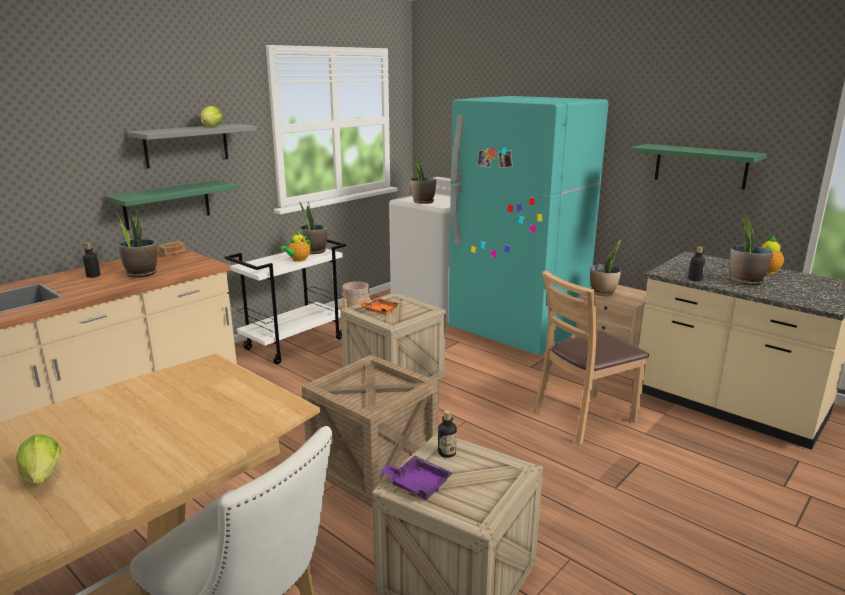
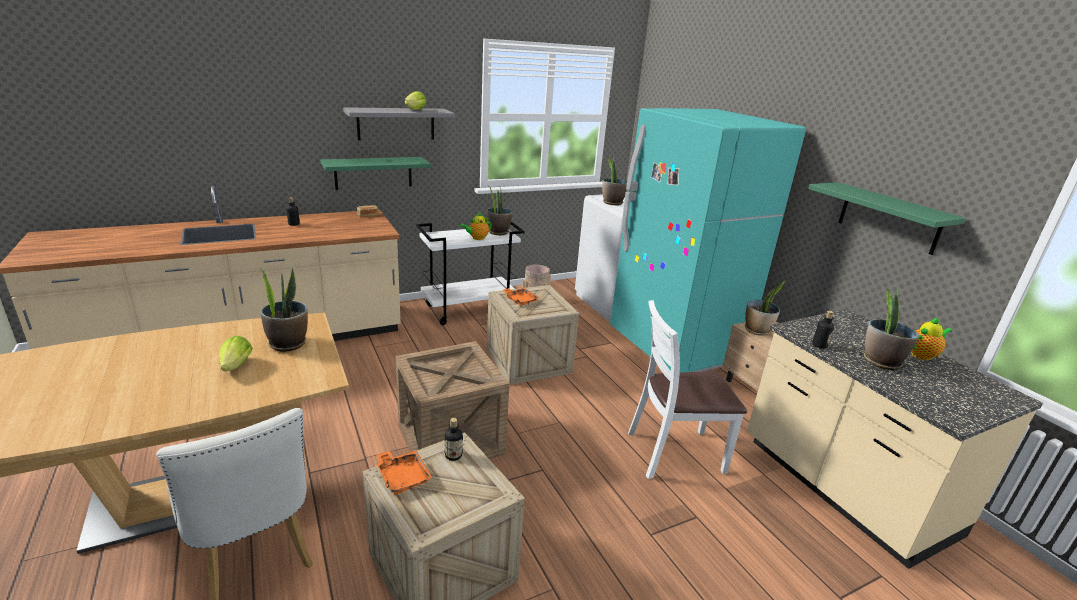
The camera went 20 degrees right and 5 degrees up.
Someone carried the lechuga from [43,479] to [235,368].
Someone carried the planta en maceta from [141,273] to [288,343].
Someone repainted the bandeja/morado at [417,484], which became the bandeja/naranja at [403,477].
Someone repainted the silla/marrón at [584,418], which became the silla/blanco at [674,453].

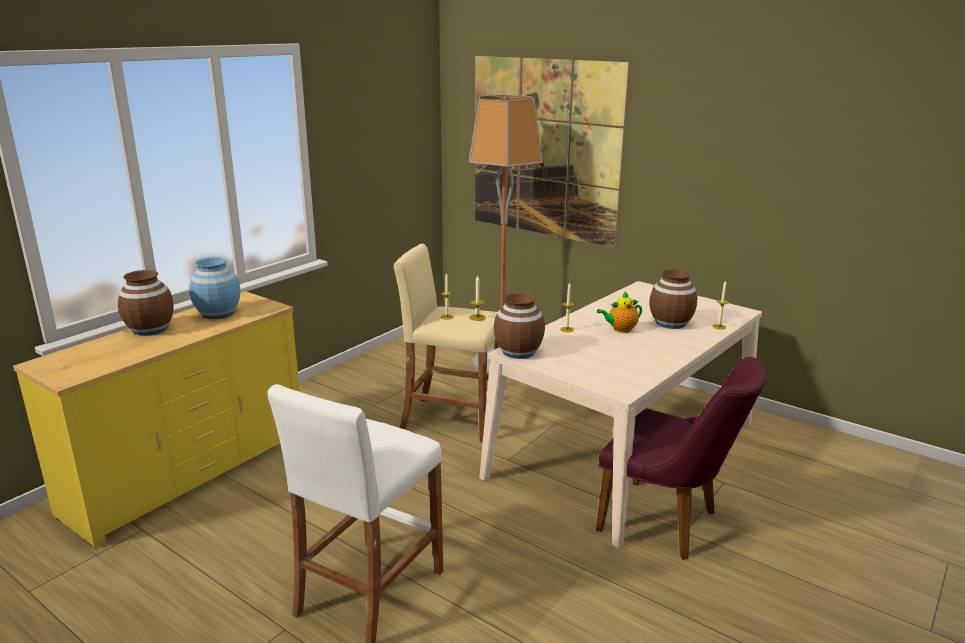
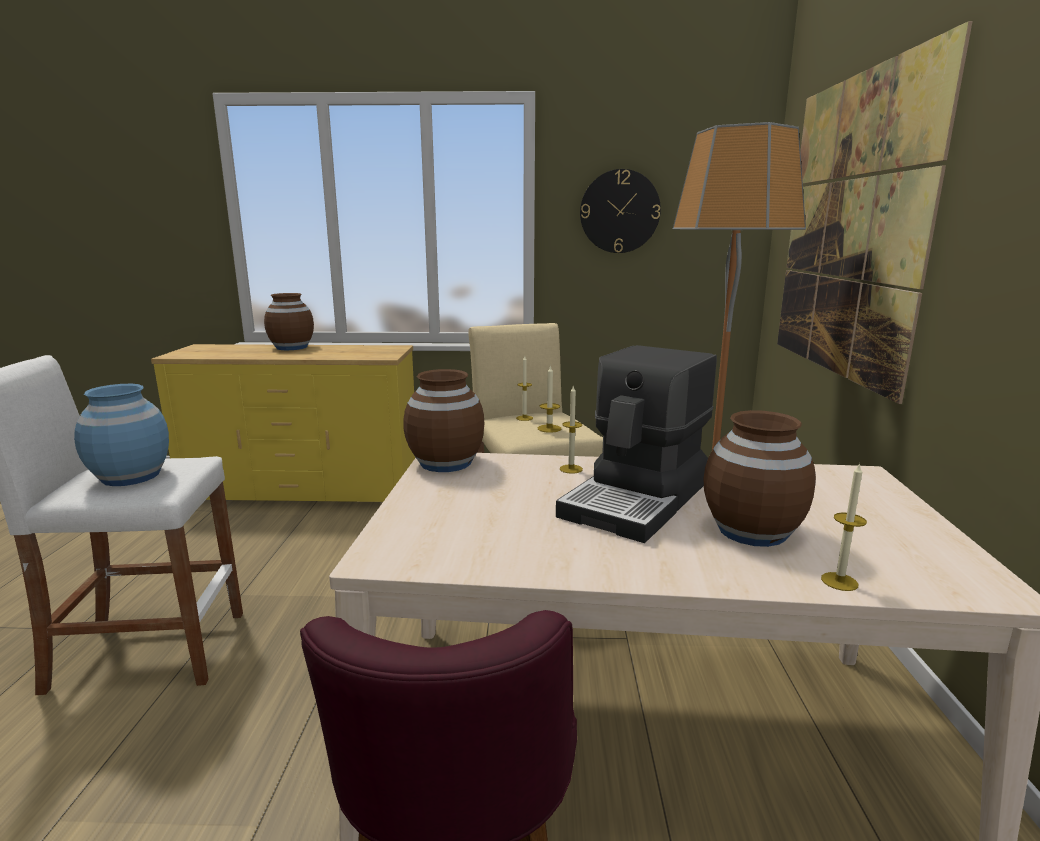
The camera went 55 degrees right and 5 degrees down.
Someone put up the reloj de pared at [619,211].
Someone carried the florero/azul from [218,313] to [131,476].
Someone swapped the tetera at [620,329] for the cafetera at [638,500].

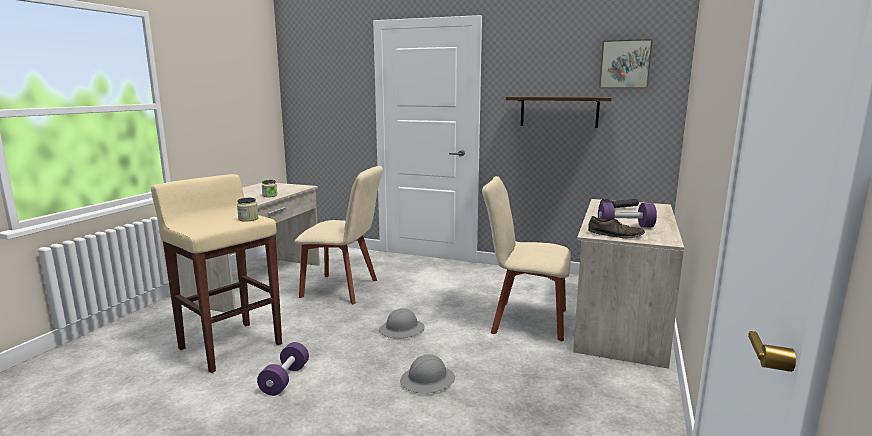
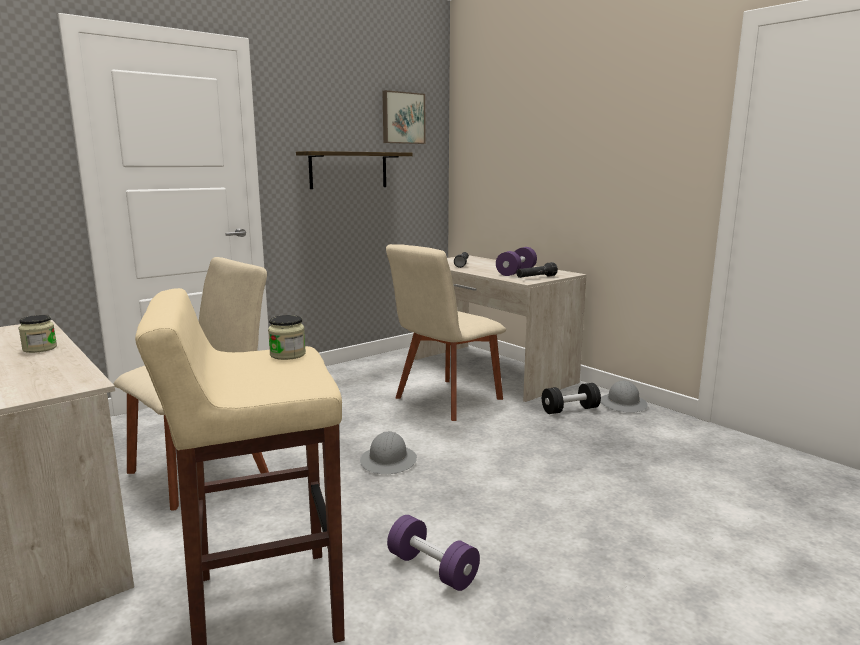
The camera went 60 degrees left and 0 degrees up.
Someone put down the mancuerna/negro at [570,410].
Someone carried the casco/gris from [427,381] to [623,404].
Someone swapped the zapato/marrón at [615,235] for the linterna/negro at [536,278].

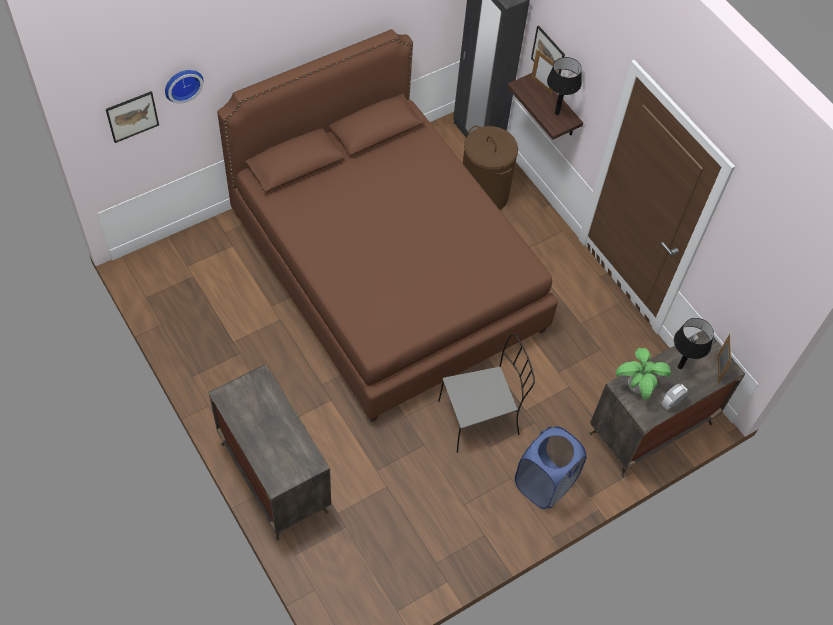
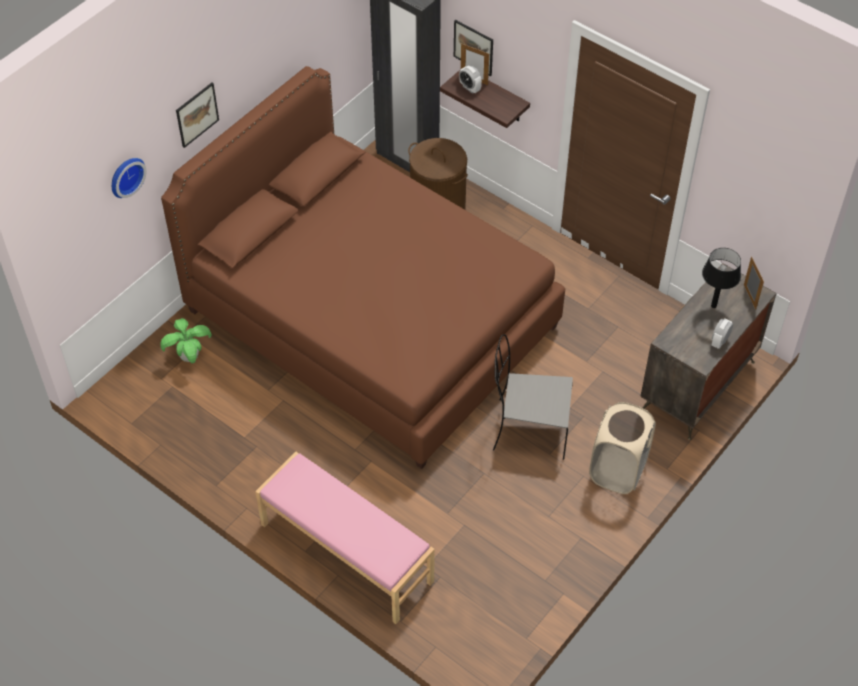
The camera went 15 degrees left and 5 degrees down.
Someone took away the lámpara de mesa/negro at [556,113].
Someone put down the despertador at [470,88].
Someone carried the cuadro from [132,116] to [197,114].
Someone carried the planta en maceta from [636,387] to [189,357].
Someone swapped the cómoda at [274,476] for the banco/rosa at [345,553].
Someone repainted the cesto de la ropa/azul at [544,483], which became the cesto de la ropa/beis at [618,470].
Someone rotated the silla/gris at [480,417] by 135 degrees counterclockwise.

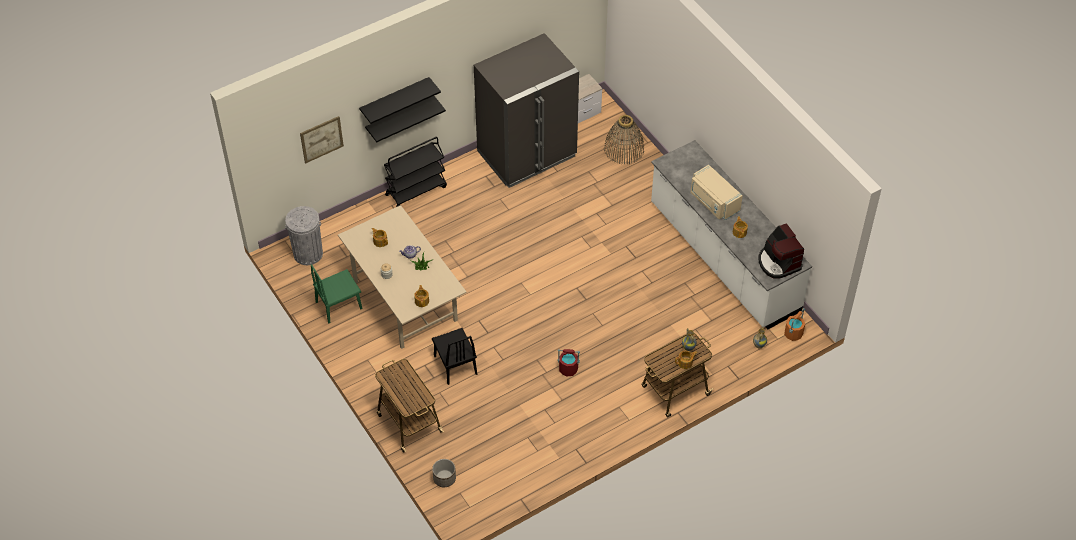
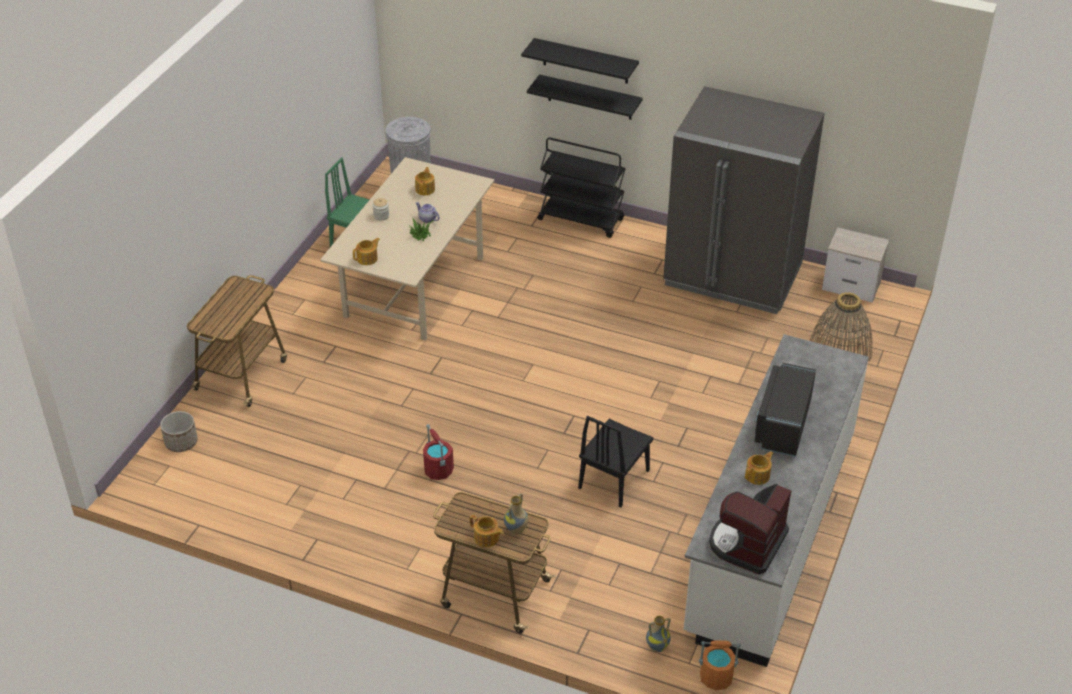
The camera went 55 degrees right and 10 degrees down.
Someone took away the cuadro at [321,139].
Someone carried the silla/negro from [455,365] to [614,479].
Someone repainted the microondas/beis at [713,202], which became the microondas/negro at [781,424].

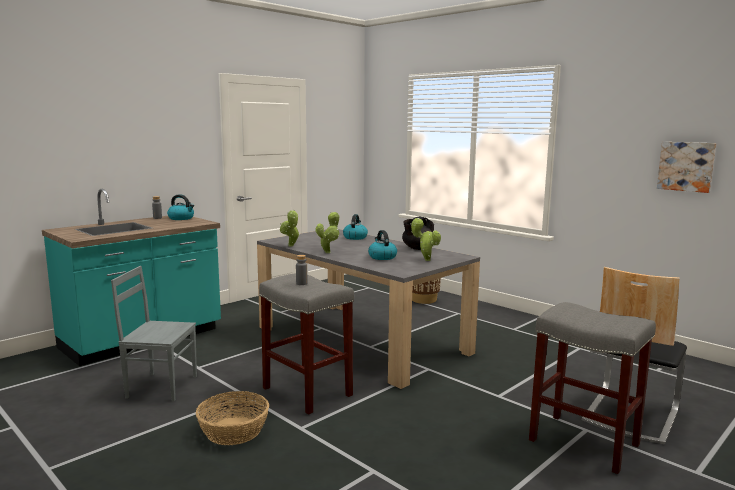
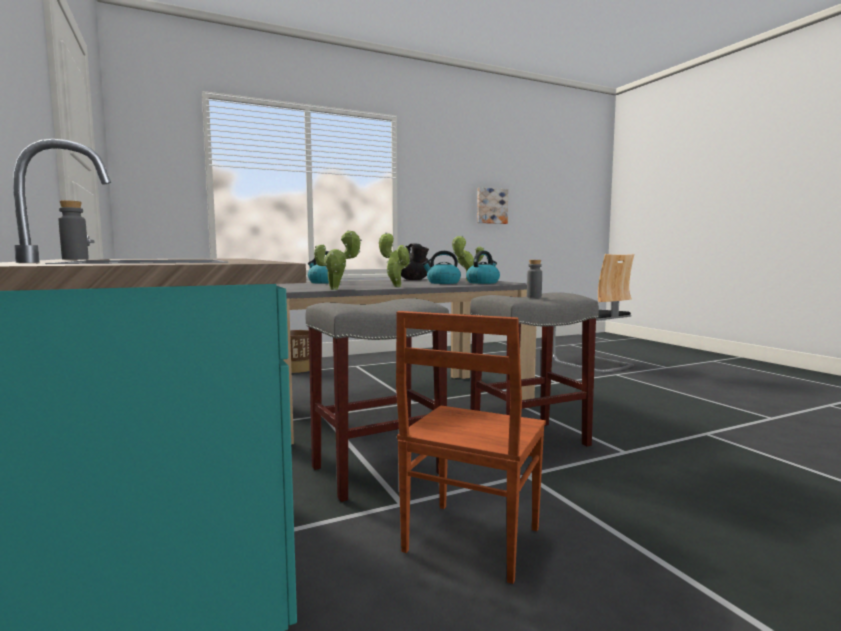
The camera went 70 degrees left and 5 degrees down.
Someone took away the cesta at [233,430].
Someone carried the hervidor from [181,218] to [483,282].
Someone carried the taburete/gris from [582,442] to [376,471].
Someone repainted the silla/gris at [161,386], which became the silla/marrón at [469,540].

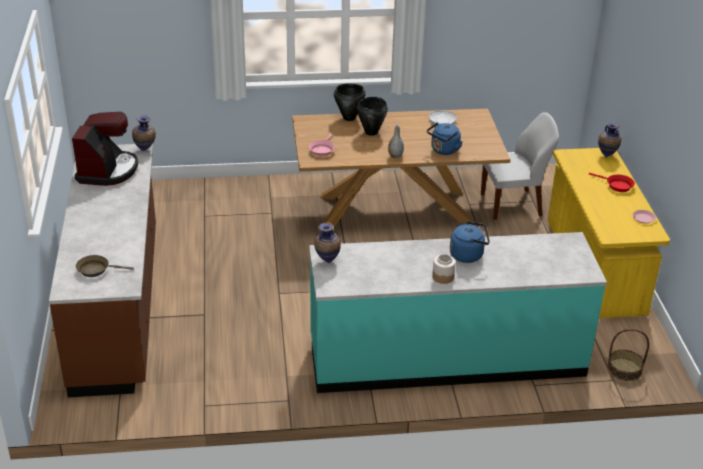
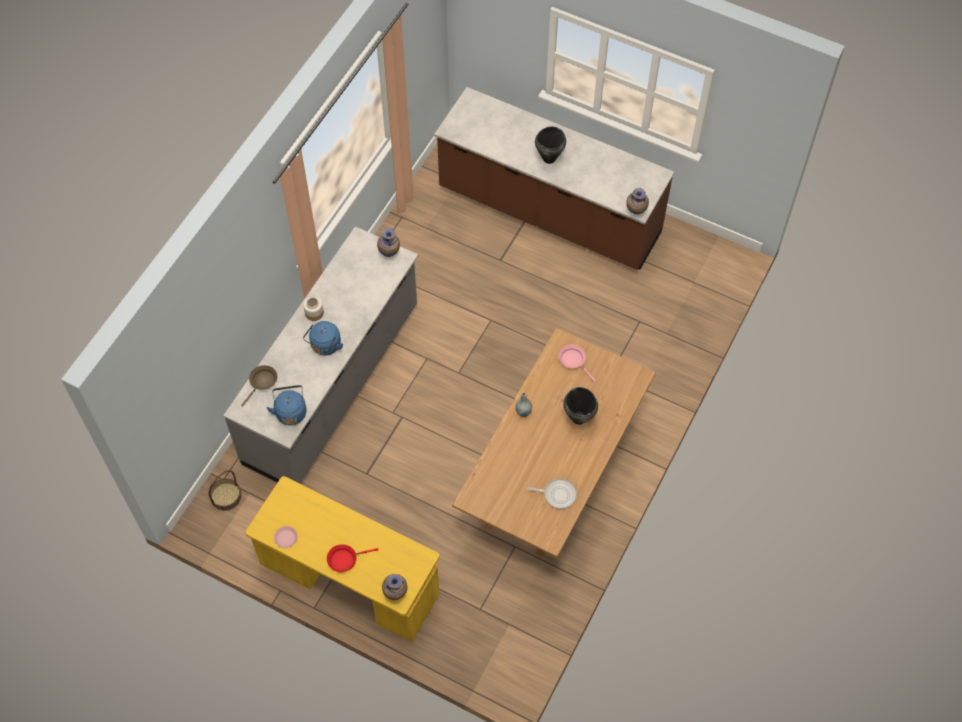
The camera went 125 degrees right and 25 degrees up.
Someone took away the cafetera at [107,170].
Someone took away the silla/blanco at [513,205].
Someone carried the sartén/marrón from [96,269] to [262,382].
Someone carried the olla/negro from [349,118] to [548,158].
Someone carried the hervidor/azul from [444,150] to [290,411].
Someone repainted the mueble bajo de cocina/turquesa at [446,357], which became the mueble bajo de cocina/gris at [333,385].

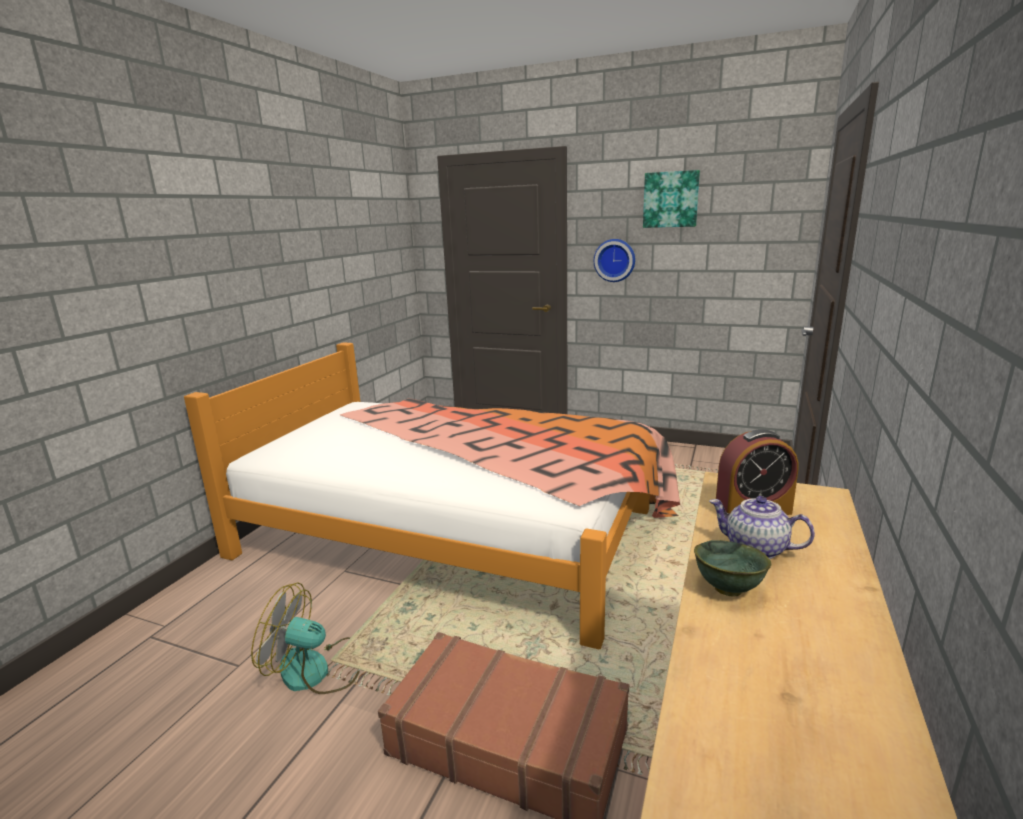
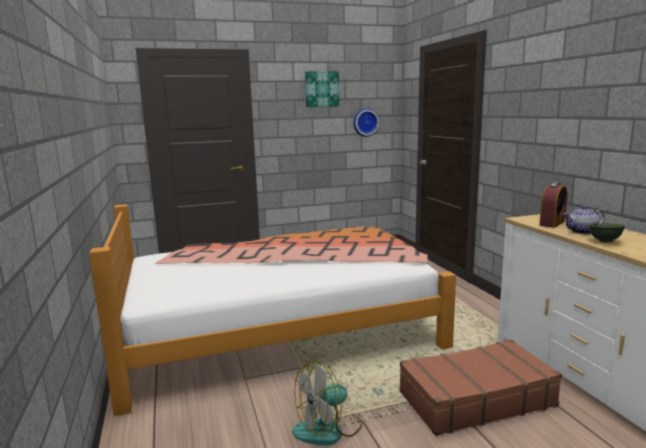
The camera went 40 degrees left and 5 degrees down.
Someone carried the reloj de pared from [615,260] to [365,122].

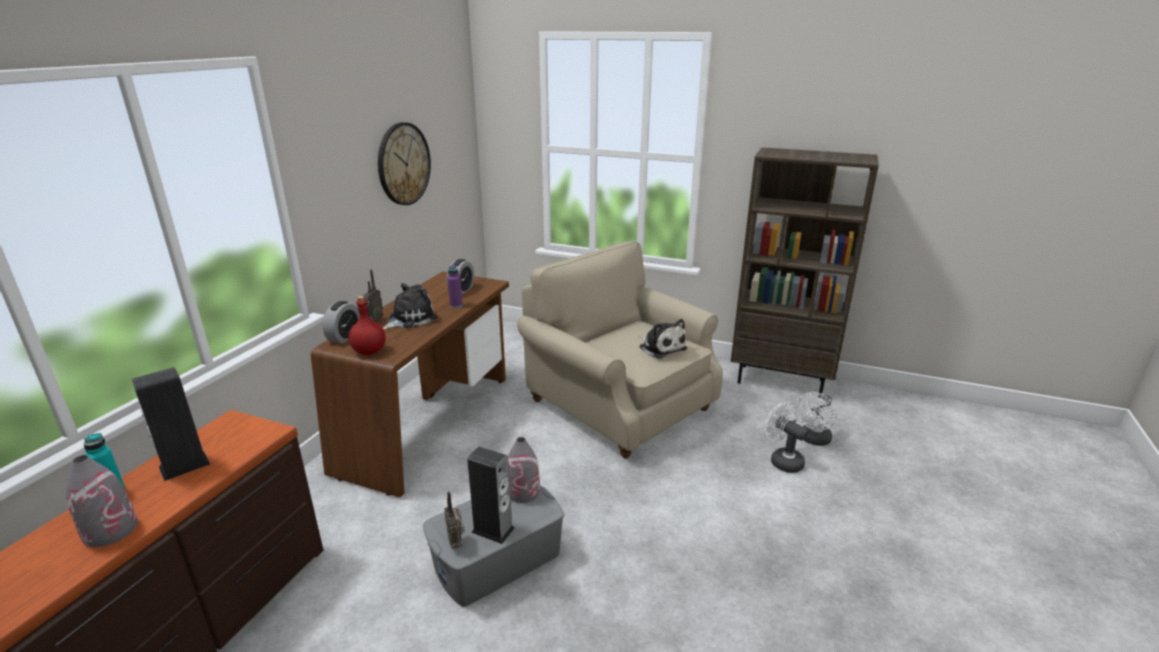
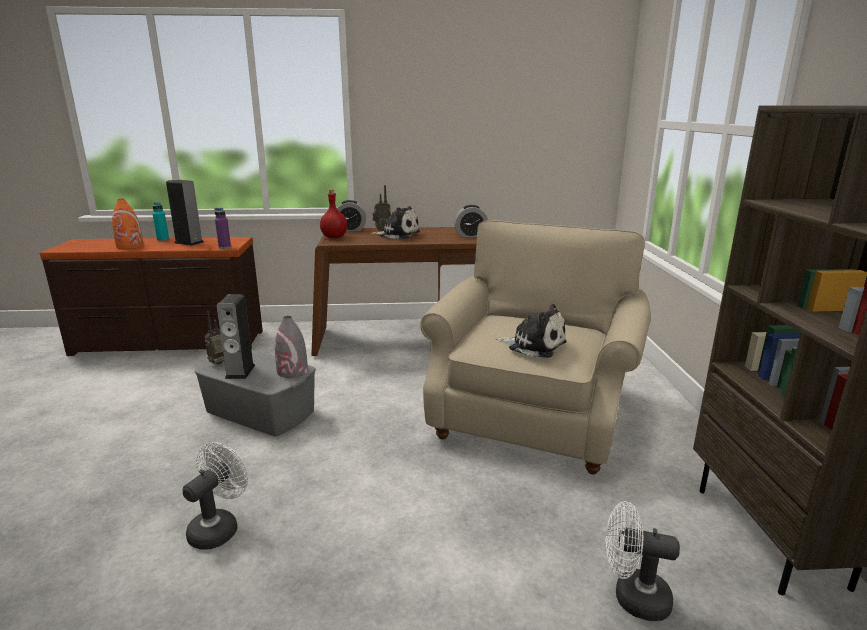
The camera went 65 degrees right and 5 degrees down.
Someone took away the reloj de pared at [403,164].
Someone carried the botella/morado from [456,305] to [224,247].
Someone carried the ventilador/blanco from [782,460] to [219,527].
Someone repainted the florero/gris at [111,530], which became the florero/naranja at [130,246].
Someone rotated the peluche at [661,347] by 90 degrees counterclockwise.

